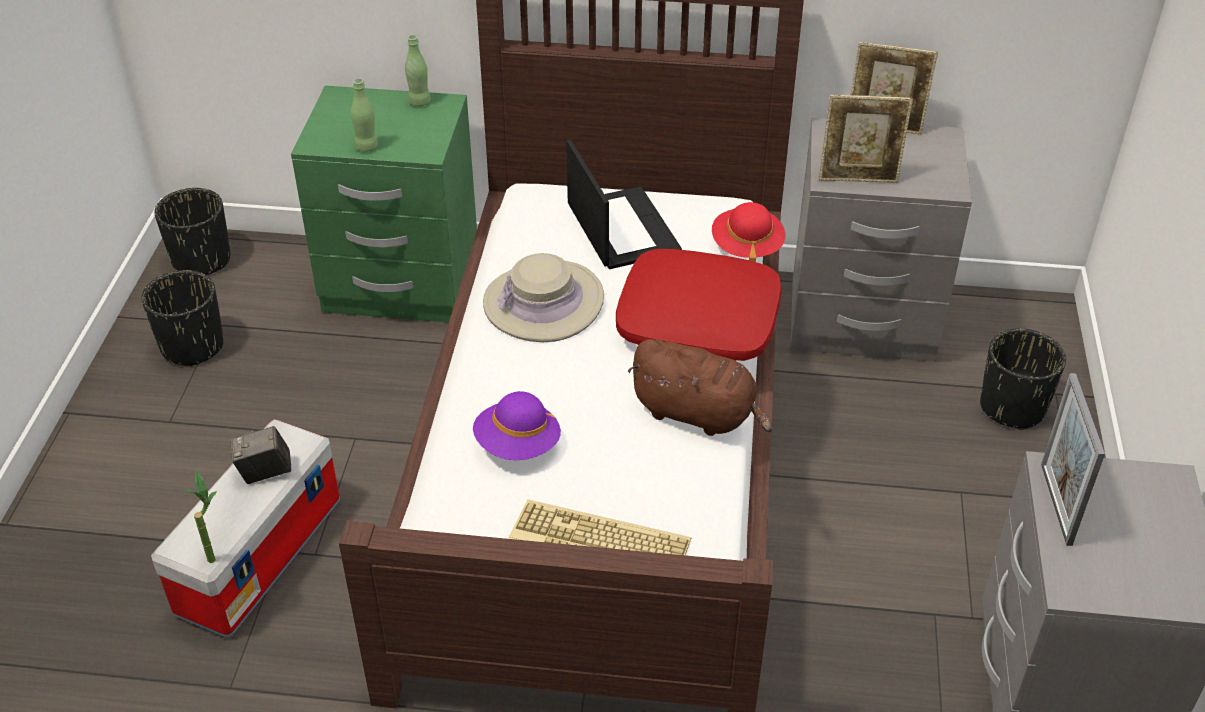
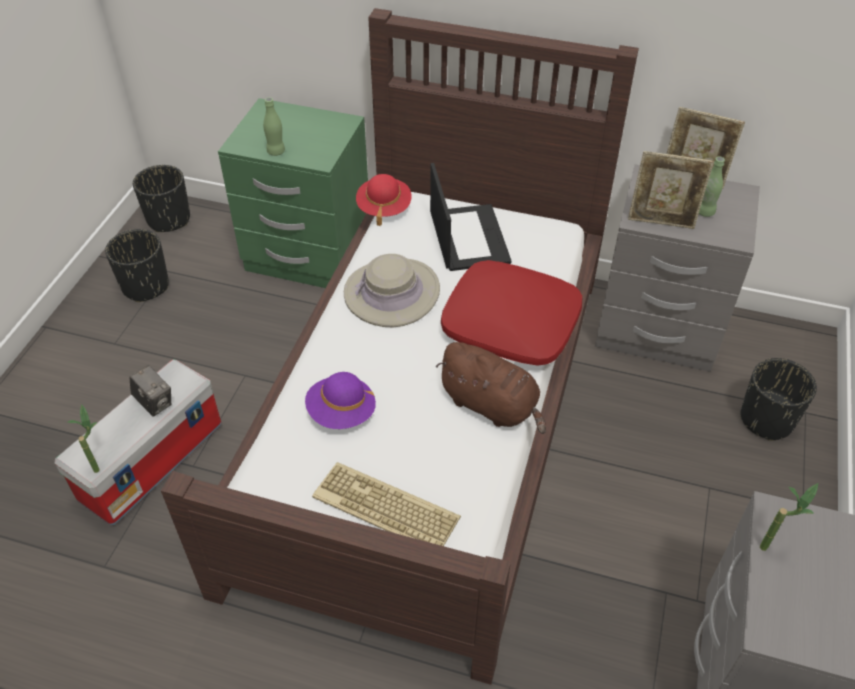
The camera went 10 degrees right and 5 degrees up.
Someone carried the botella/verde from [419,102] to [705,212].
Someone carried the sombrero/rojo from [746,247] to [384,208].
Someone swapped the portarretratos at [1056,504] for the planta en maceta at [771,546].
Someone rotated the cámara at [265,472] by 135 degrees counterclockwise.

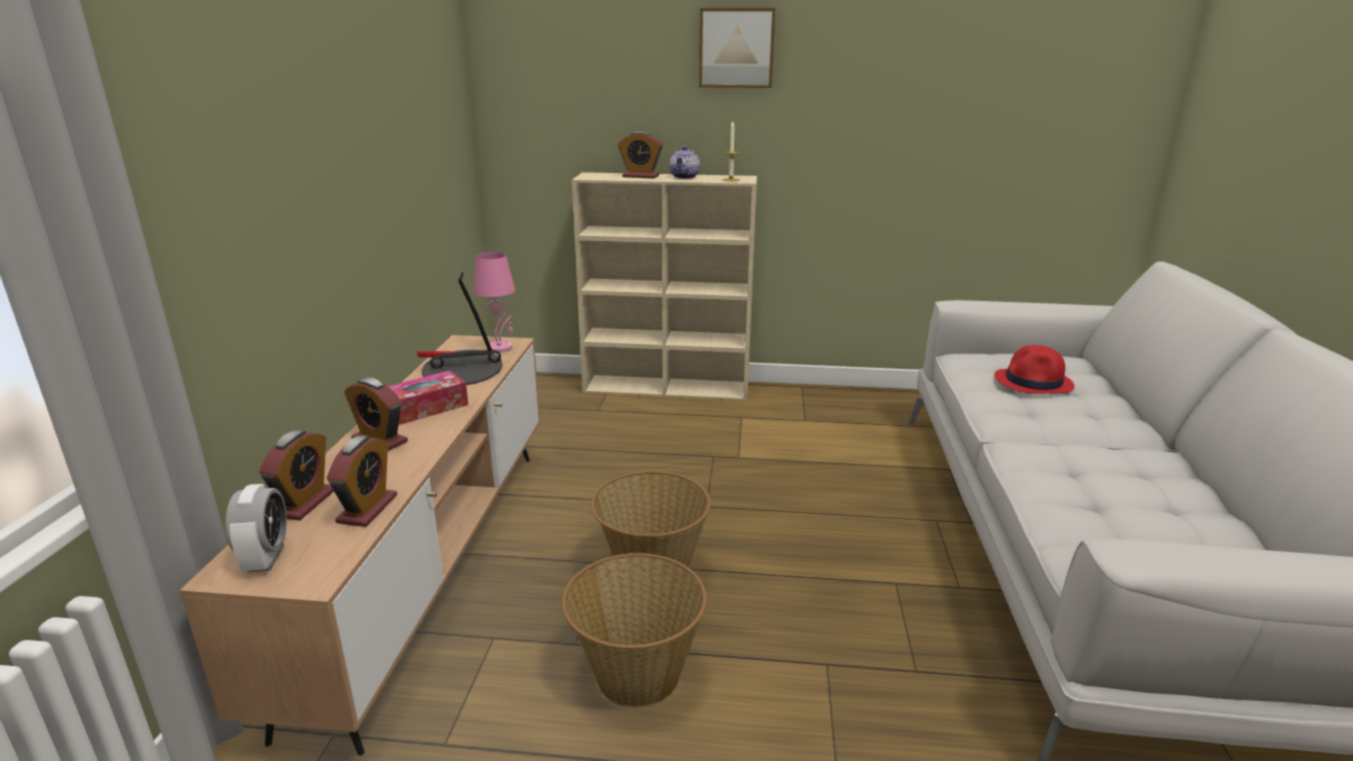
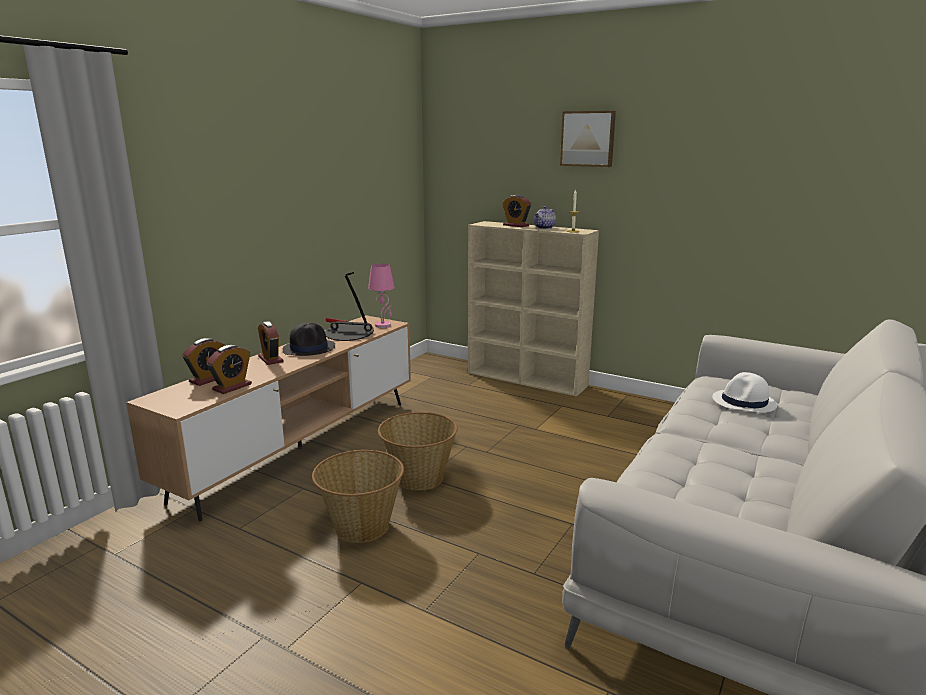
The camera went 25 degrees right and 5 degrees down.
Someone took away the despertador at [266,558].
Someone swapped the caja de pañuelos at [425,408] for the sombrero/negro at [309,348].
Someone repainted the sombrero/rojo at [1034,382], which became the sombrero/blanco at [744,402].

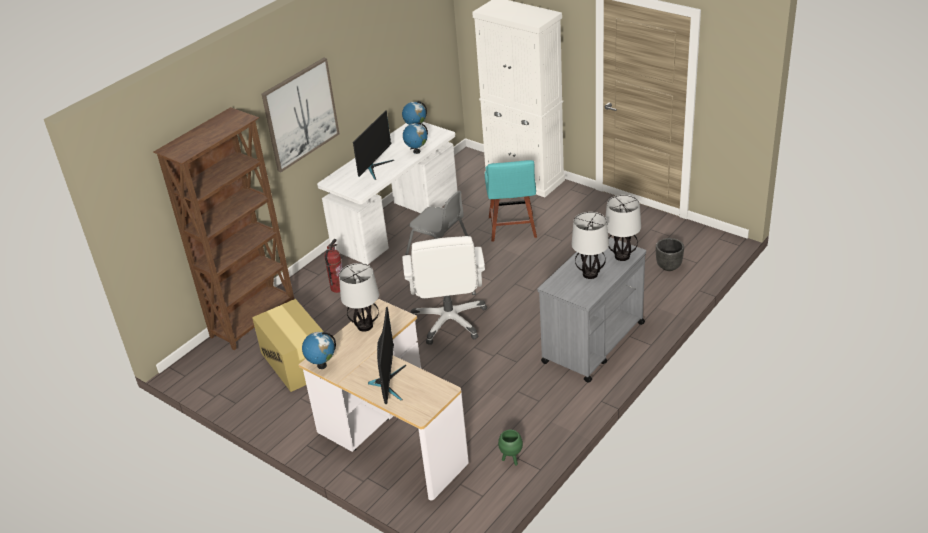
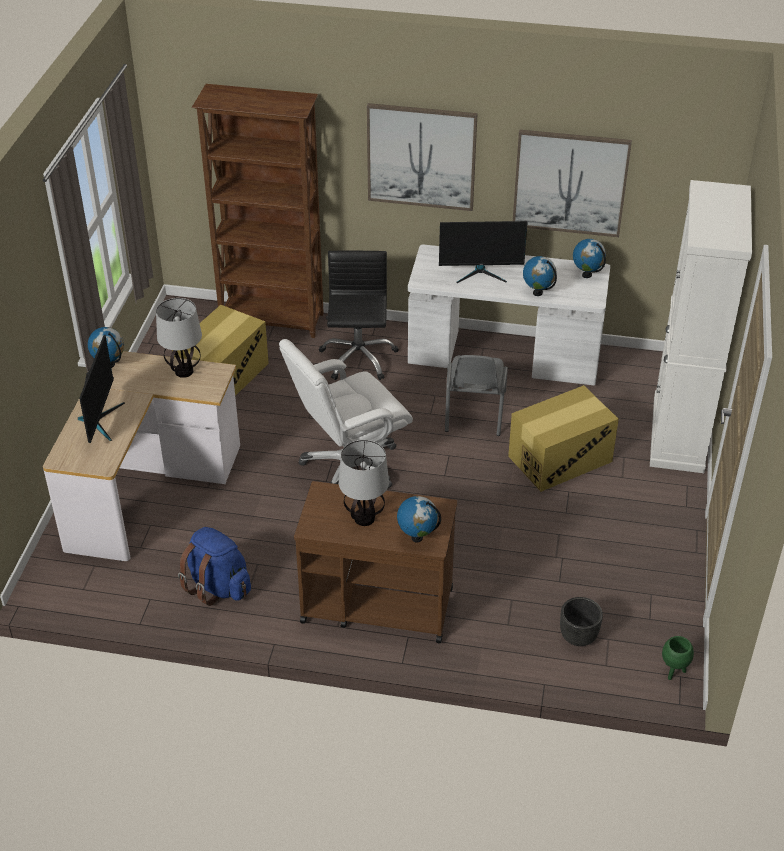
The camera went 60 degrees right and 5 degrees up.
Someone put down the mochila/azul at [218,586].
Someone put up the cuadro at [570,183].
Someone carried the maceta/verde from [511,459] to [673,672].
Someone swapped the extintor at [338,288] for the silla de oficina/negro at [358,358].
Someone swapped the silla/turquesa at [512,229] for the caja de cartón at [559,459].
Someone swapped the lámpara de mesa at [621,256] for the globo terráqueo at [417,537].
Someone repainted the carrito/gris at [592,343], which became the carrito/marrón at [376,605].
Someone rotated the monitor at [388,382] by 60 degrees counterclockwise.

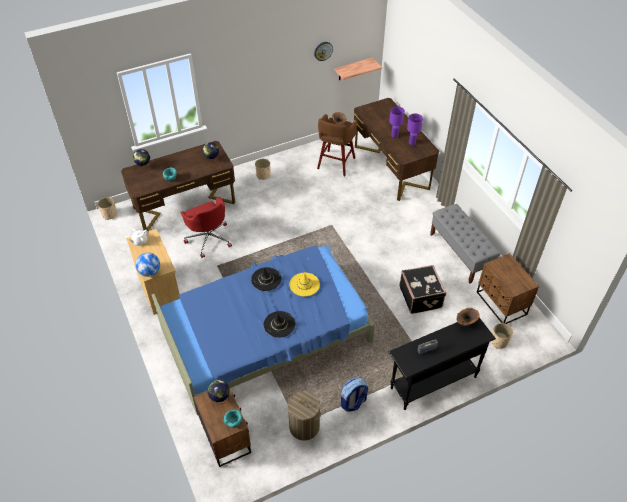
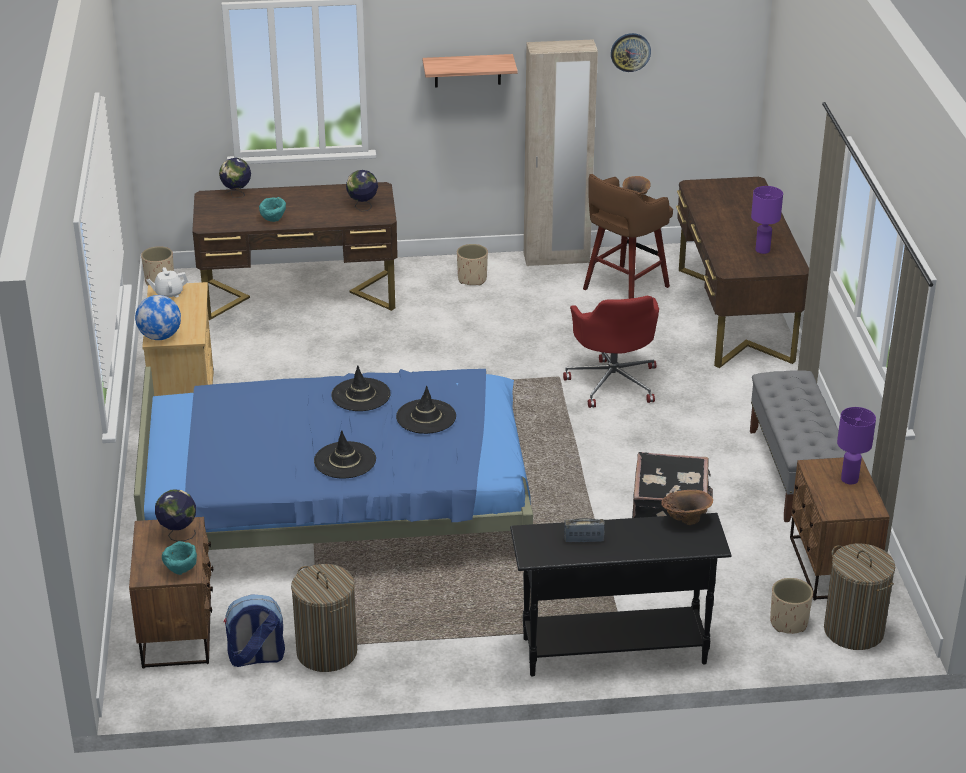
The camera went 20 degrees right and 15 degrees down.
Someone put down the armario ropero/beis at [556,258].
Someone put down the cesto de la ropa at [853,630].
Someone carried the silla de oficina/rojo from [209,238] to [613,382].
Someone carried the estante from [353,69] to [467,70].
Someone carried the mochila from [353,402] to [256,658].
Someone carried the lámpara de mesa/morado from [394,135] to [849,479].
Someone repainted the sombrero/amarillo at [304,284], which became the sombrero/negro at [426,417].

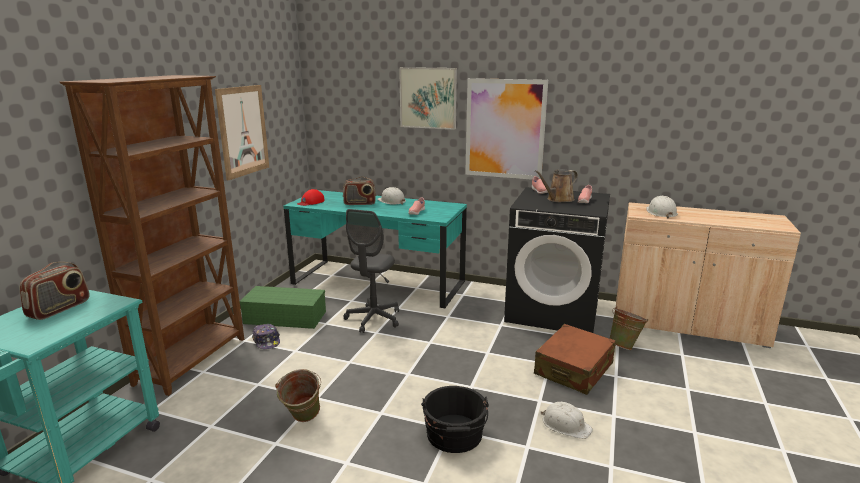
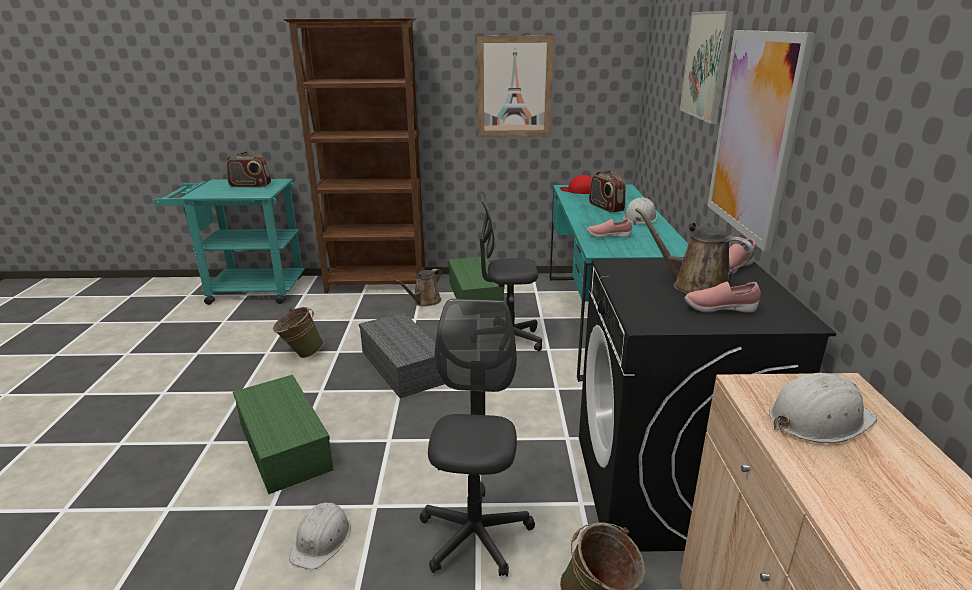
The camera went 70 degrees right and 5 degrees up.
Someone put down the caja de almacenaje/gris at [404,367].
Someone swapped the gorra at [266,341] for the regadera/marrón at [424,302].
Someone swapped the cubo/negro at [454,436] for the caja de almacenaje/verde at [286,446].
Someone swapped the maleta/marrón at [574,369] for the silla de oficina/gris at [475,535].

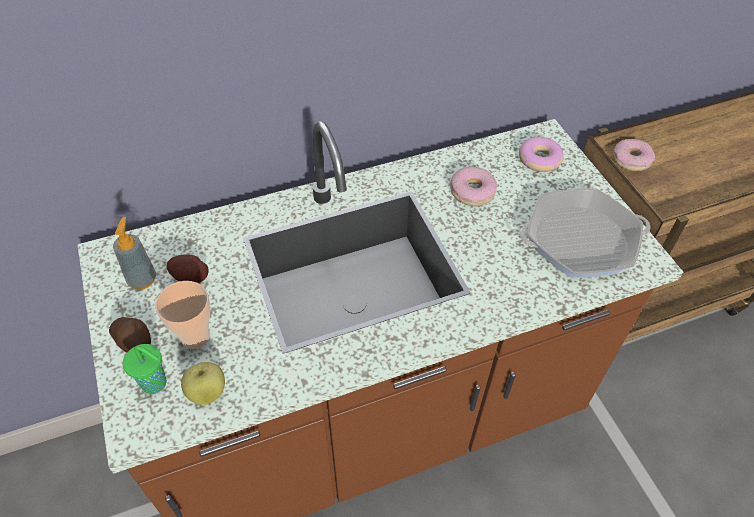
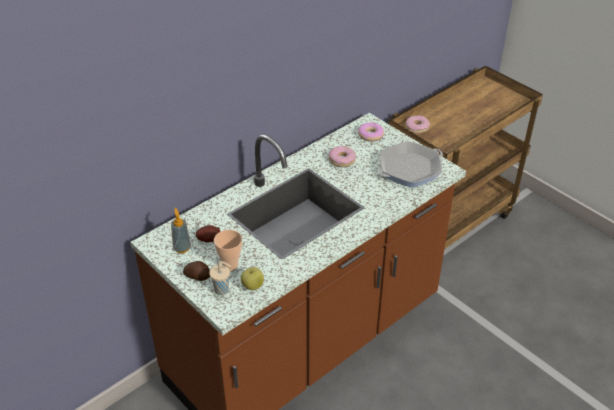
The camera went 20 degrees left and 10 degrees down.
Someone repainted the taza/verde at [155,384], which became the taza/beis at [222,290].

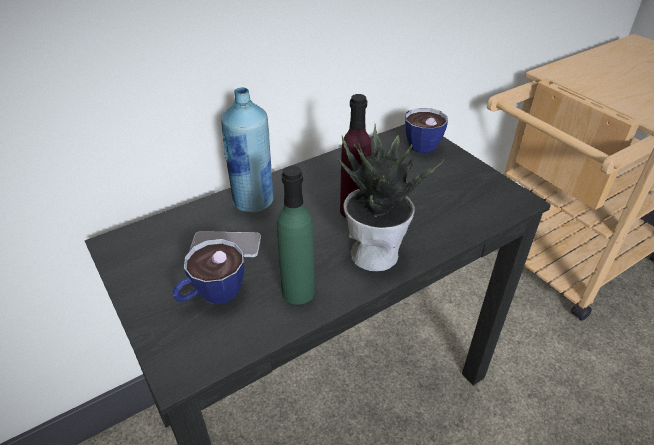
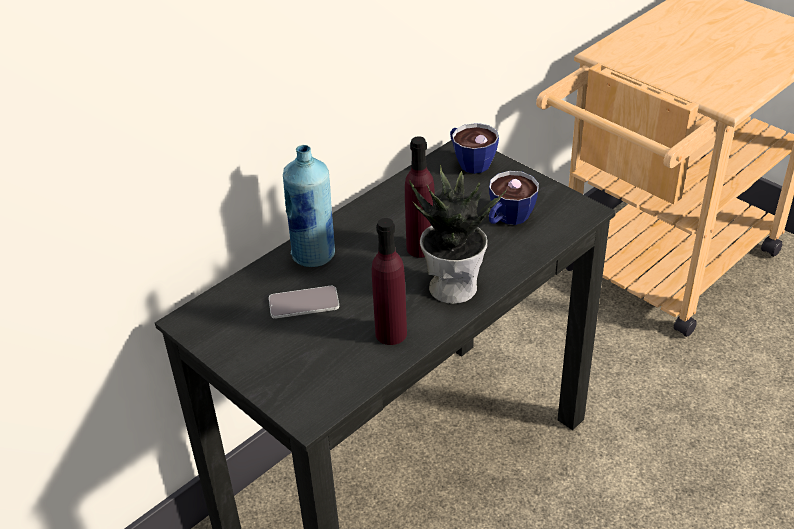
The camera went 10 degrees left and 0 degrees up.
Someone carried the taza from [212,295] to [507,219].
Someone repainted the botella/verde at [298,292], which became the botella/morado at [391,333].

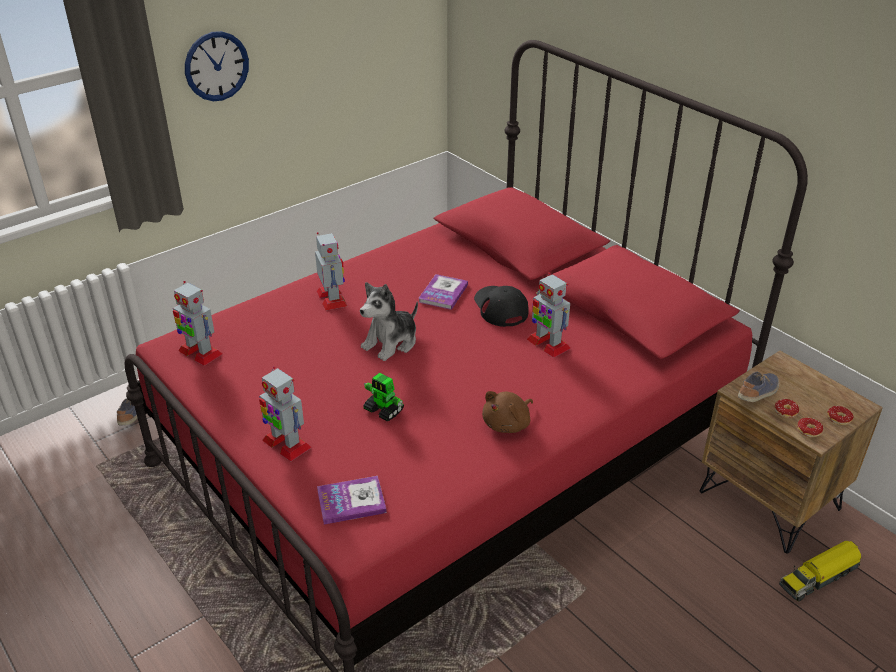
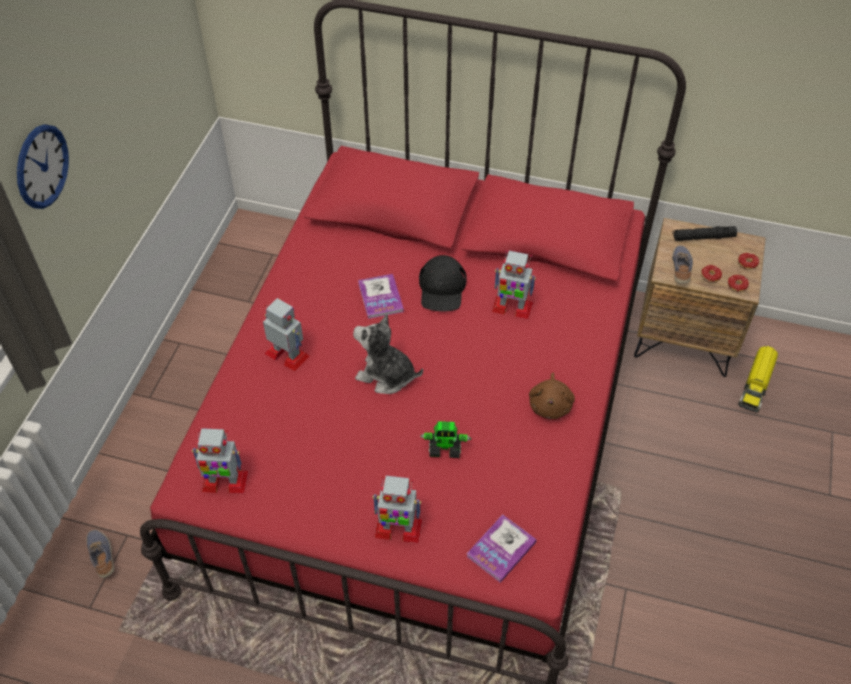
The camera went 35 degrees left and 15 degrees up.
Someone put down the linterna/negro at [703,237].
Someone rotated the peluche at [391,343] by 105 degrees clockwise.
Someone rotated the gorra/negro at [500,307] by 120 degrees counterclockwise.

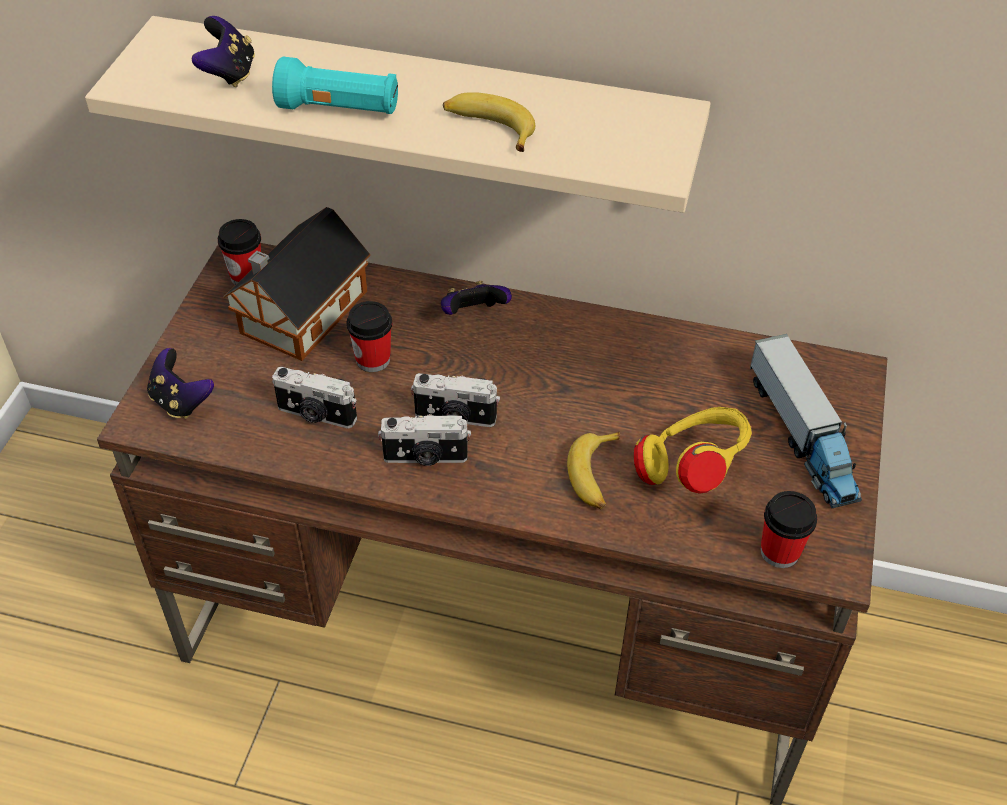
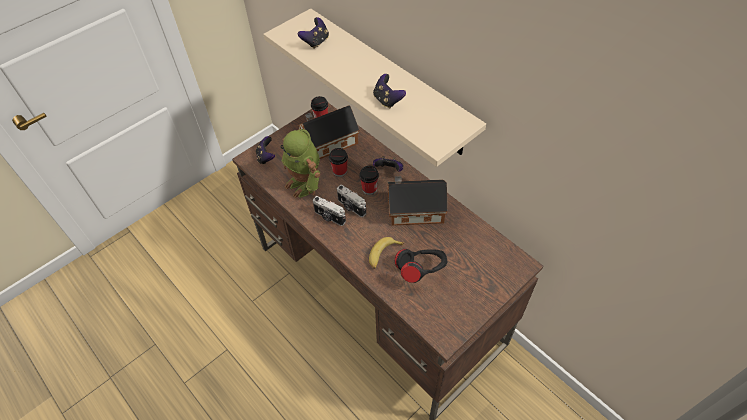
The camera went 35 degrees right and 5 degrees up.
Someone took away the linterna/turquesa at [339,110].
Someone took away the camión de juguete at [802,436].
Someone put down the casita at [413,210].
Someone carried the taza from [779,552] to [369,189].
Someone swapped the cámara at [316,415] for the robot de juguete at [305,183].
Someone swapped the plátano at [488,128] for the mando de consola at [387,100].
Someone repainted the auriculares/amarillo at [691,470], which became the auriculares/negro at [421,271].

